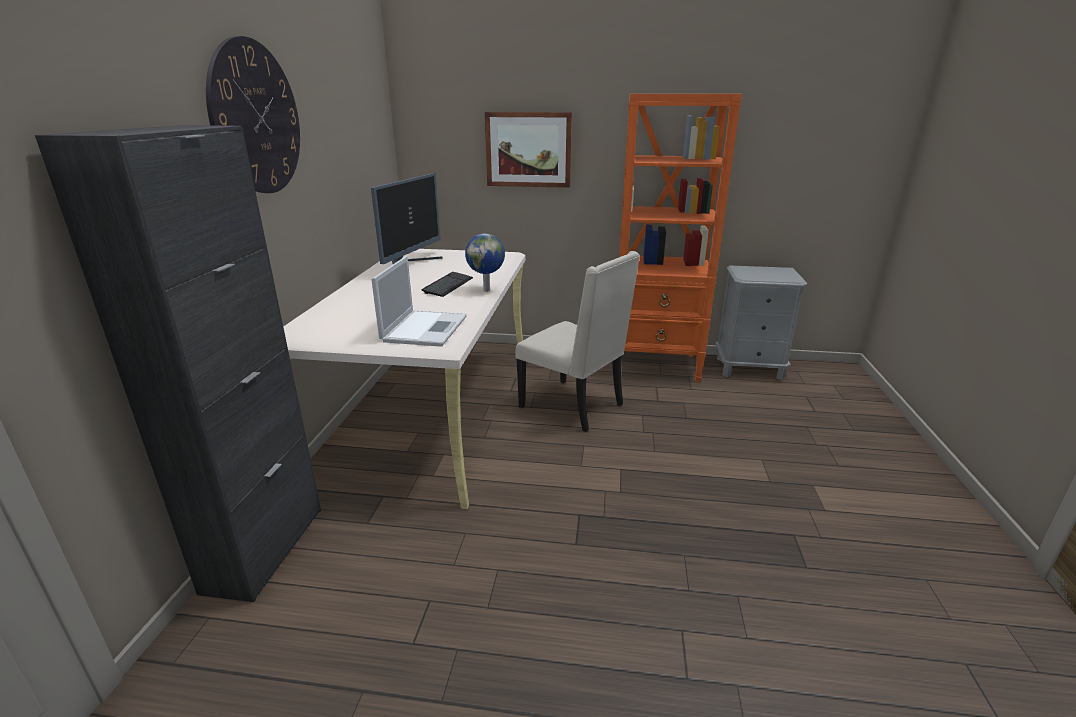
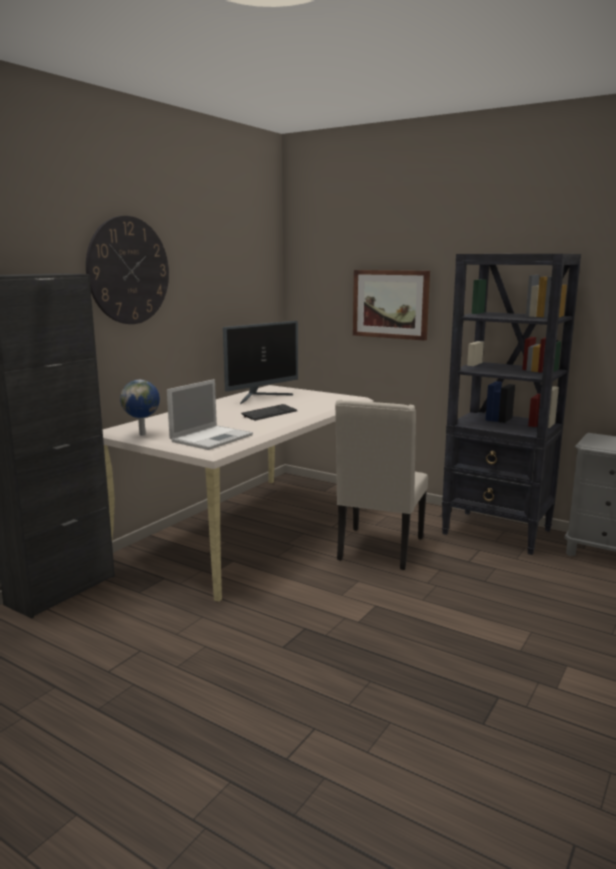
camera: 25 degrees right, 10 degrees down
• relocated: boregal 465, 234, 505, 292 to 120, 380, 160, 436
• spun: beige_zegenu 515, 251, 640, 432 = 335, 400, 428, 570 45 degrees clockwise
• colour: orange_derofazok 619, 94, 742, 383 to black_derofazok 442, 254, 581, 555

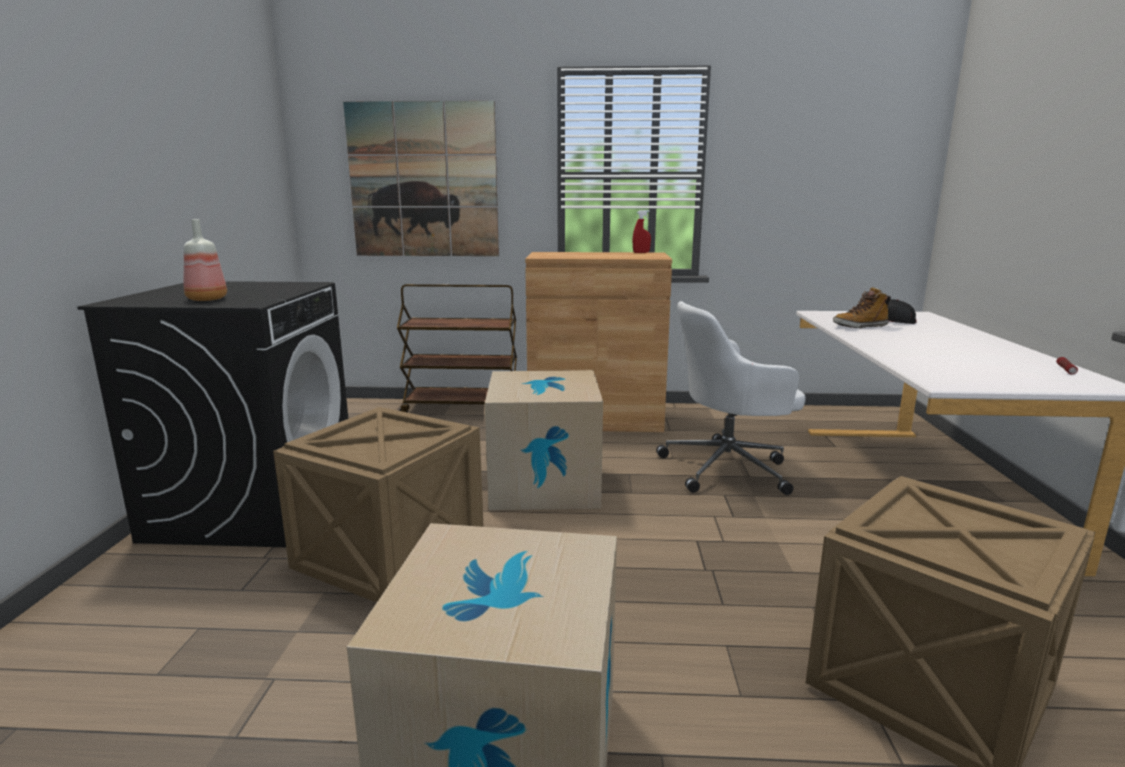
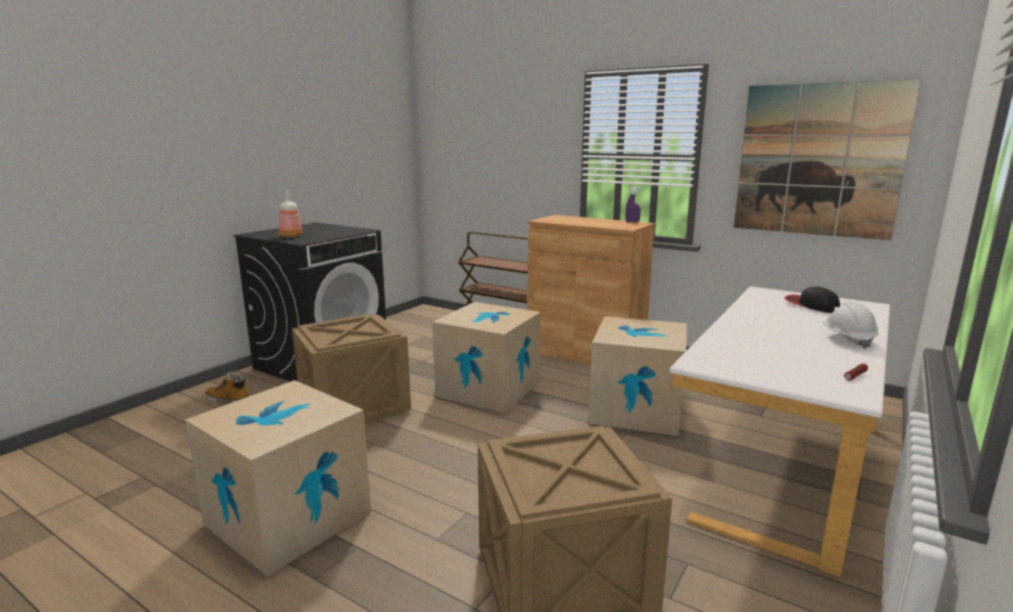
camera: 30 degrees right, 0 degrees up
• relocated: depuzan 343, 101, 499, 256 to 734, 79, 921, 240
• colour: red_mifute 633, 210, 651, 253 to purple_mifute 625, 187, 641, 222
• exchanged: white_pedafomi 656, 301, 806, 495 to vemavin 589, 316, 687, 436
• relocated: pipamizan 833, 287, 891, 328 to 205, 372, 249, 403
• appeared: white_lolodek 822, 302, 878, 349

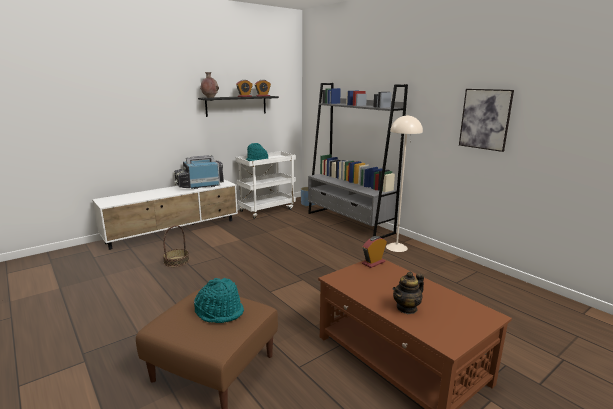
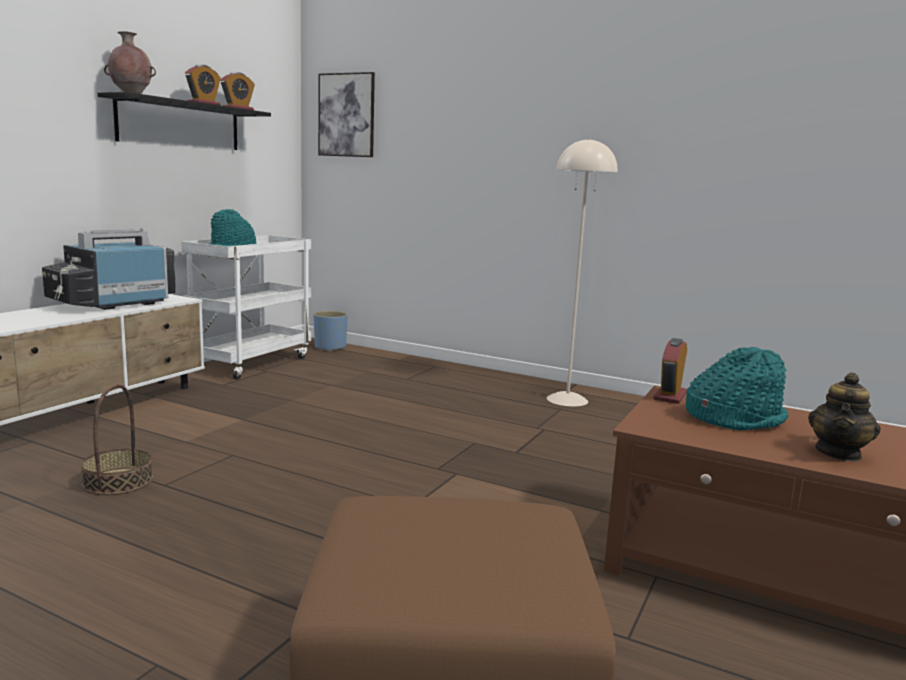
camera: 25 degrees left, 5 degrees down
• relocated: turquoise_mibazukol 194, 278, 244, 323 to 686, 347, 788, 430
• missing: grey_derofazok 308, 83, 408, 238
• relocated: depuzan 459, 89, 514, 152 to 318, 72, 375, 157

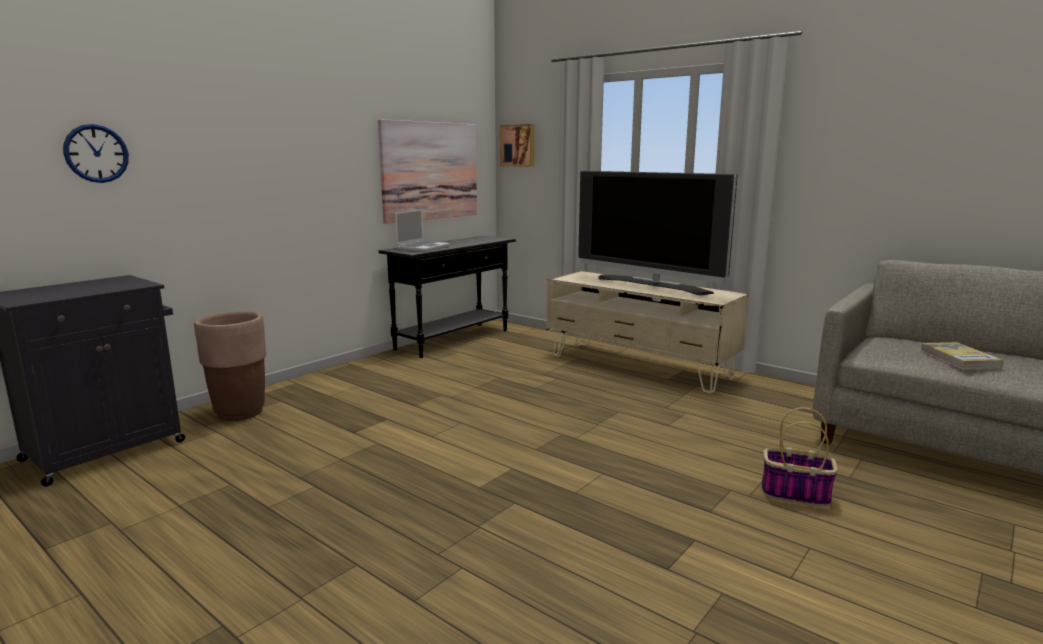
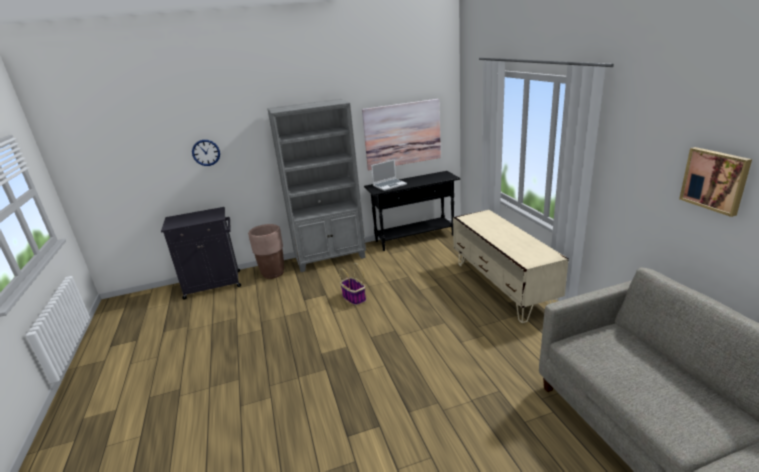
camera: 35 degrees right, 10 degrees up
• relocated: depuzan 500, 124, 534, 167 to 679, 147, 752, 217
• missing: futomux 578, 171, 738, 295
• relocated: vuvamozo 762, 407, 838, 507 to 339, 263, 366, 305
• missing: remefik 920, 342, 1003, 369
• appeared: grey_derofazok 267, 99, 366, 272

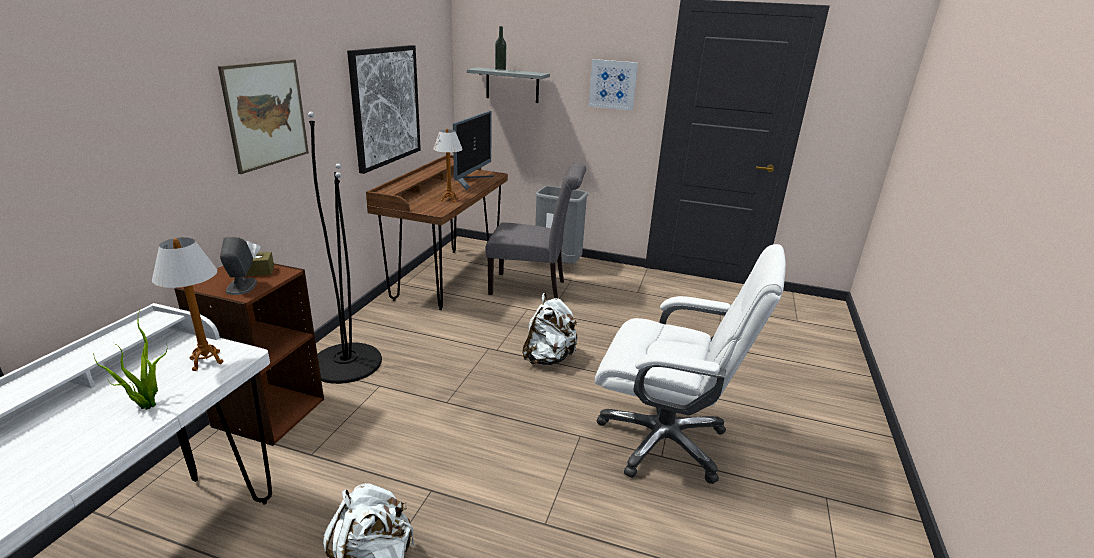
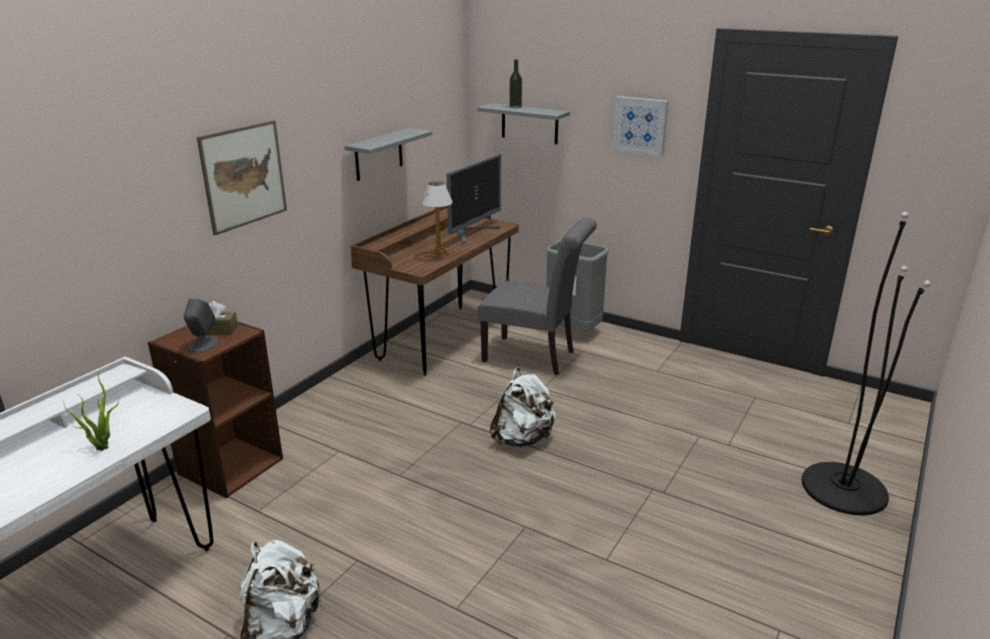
camera: 15 degrees right, 0 degrees up
• missing: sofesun 152, 238, 223, 371
• relocated: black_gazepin 308, 112, 382, 384 to 801, 212, 931, 515
• exchanged: depuzan 347, 45, 421, 174 to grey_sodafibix 344, 128, 432, 181
• missing: white_pedafomi 595, 244, 786, 484

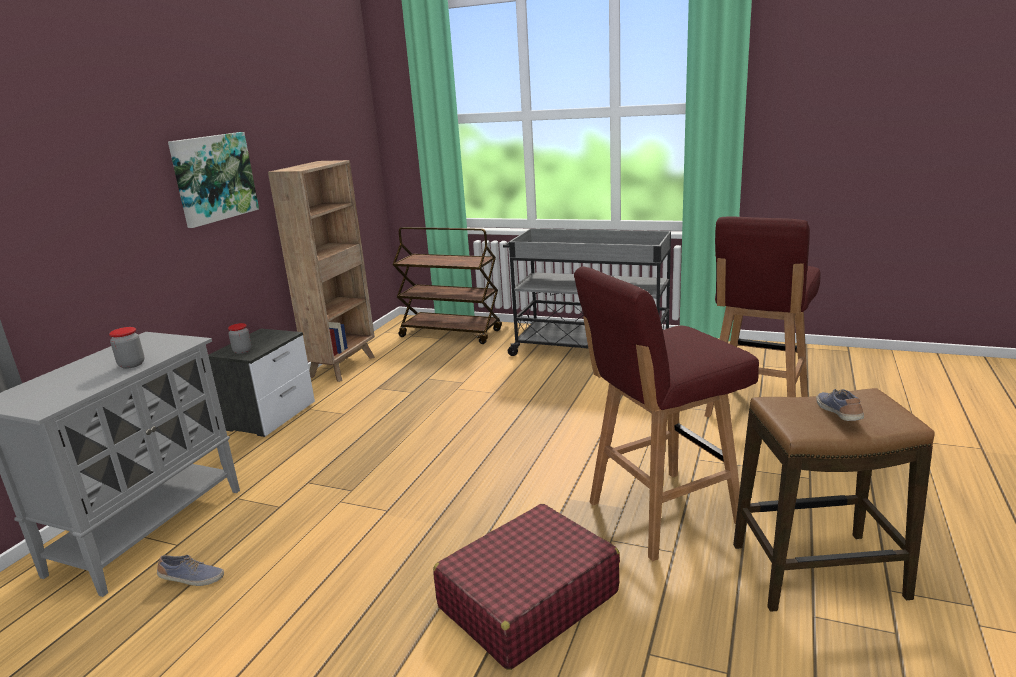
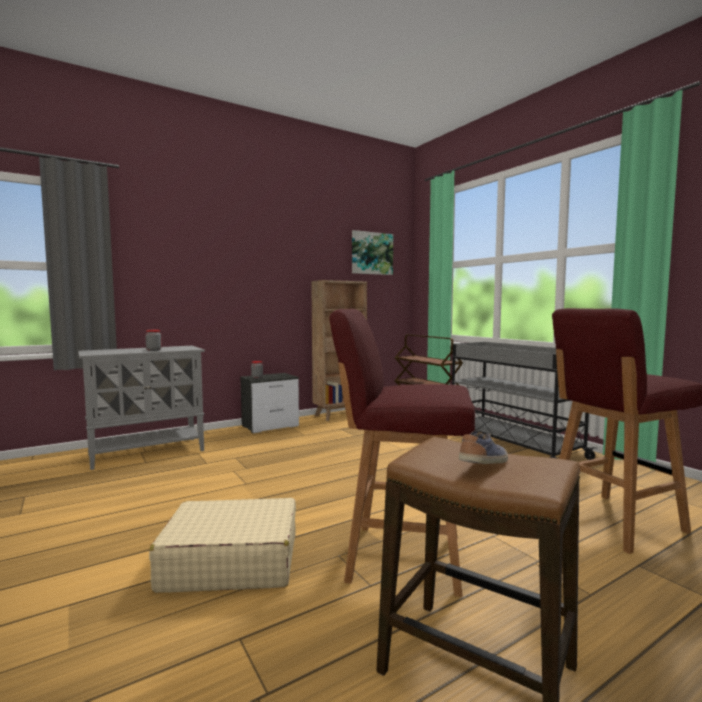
camera: 35 degrees right, 15 degrees down
• missing: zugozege 157, 555, 224, 586
• relocated: depuzan 168, 132, 259, 228 to 352, 230, 393, 275
• colour: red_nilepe 433, 504, 620, 670 to beige_nilepe 149, 498, 296, 593

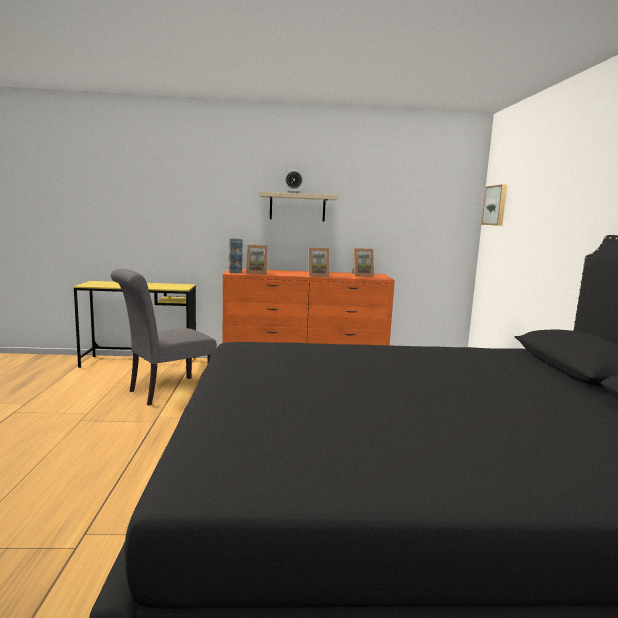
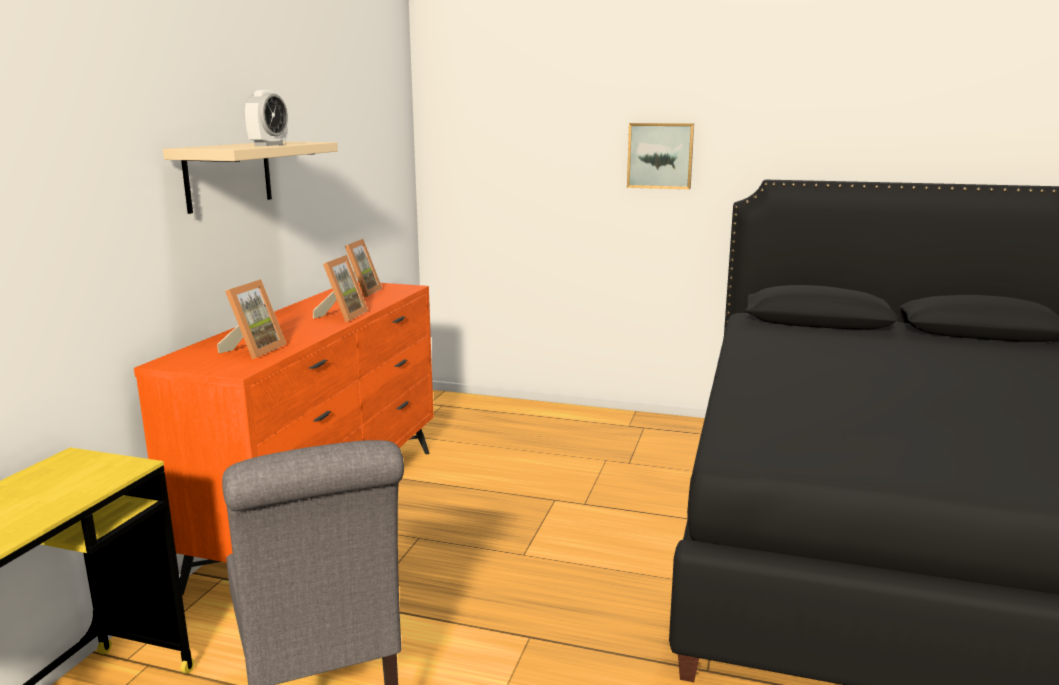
camera: 70 degrees left, 5 degrees up
• missing: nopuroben 229, 238, 242, 273
• relocated: depuzan 481, 184, 507, 226 to 627, 123, 694, 189

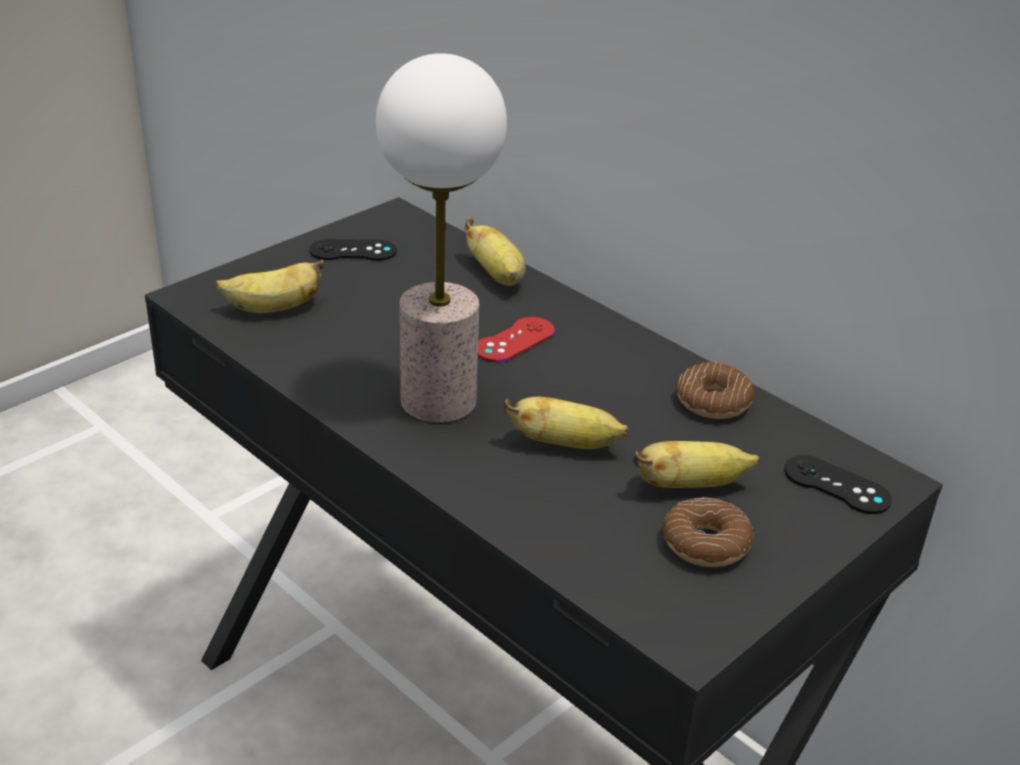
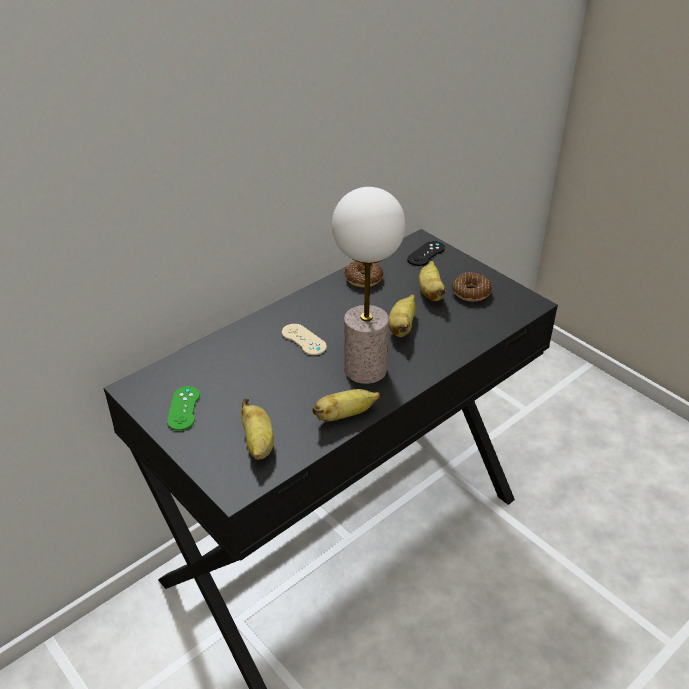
camera: 85 degrees left, 5 degrees up
• colour: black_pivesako 309, 239, 397, 261 to green_pivesako 167, 386, 200, 431
• relocated: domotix 464, 218, 525, 286 to 312, 389, 380, 422
• colour: red_pivesako 478, 317, 555, 362 to beige_pivesako 282, 324, 327, 355

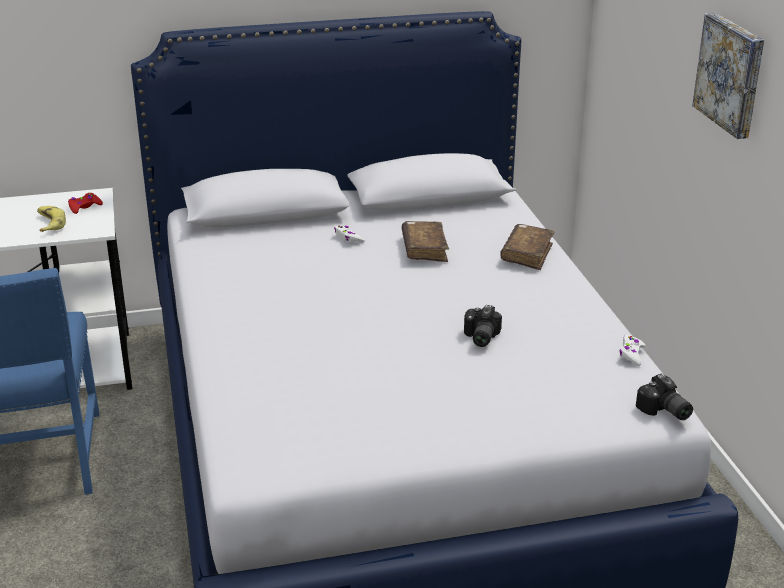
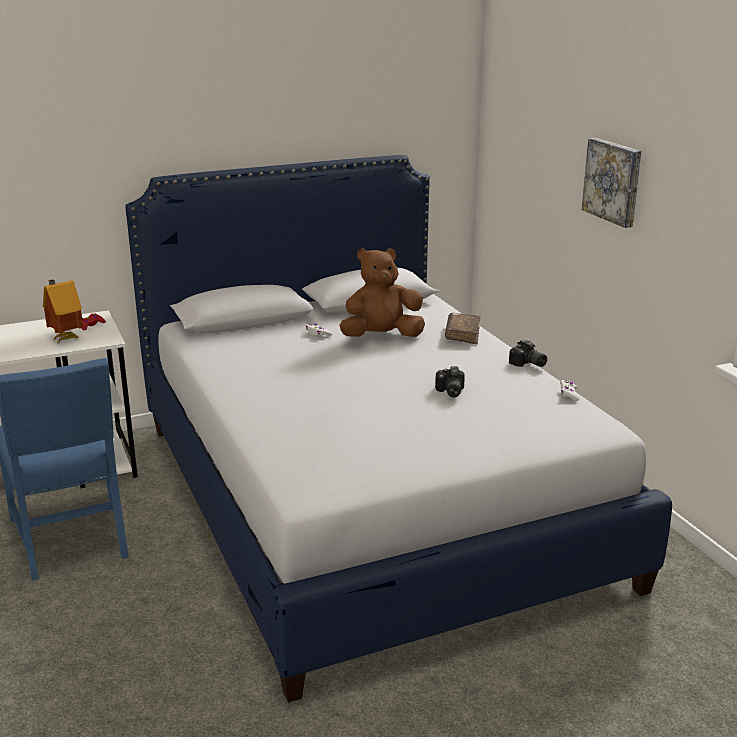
camera: 10 degrees left, 5 degrees down
• exchanged: domotix 37, 206, 66, 232 to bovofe 43, 279, 83, 343
• exchanged: brown_remefik 402, 221, 449, 262 to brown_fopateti 339, 248, 425, 337
• relocated: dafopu 636, 373, 693, 420 to 509, 340, 547, 367

